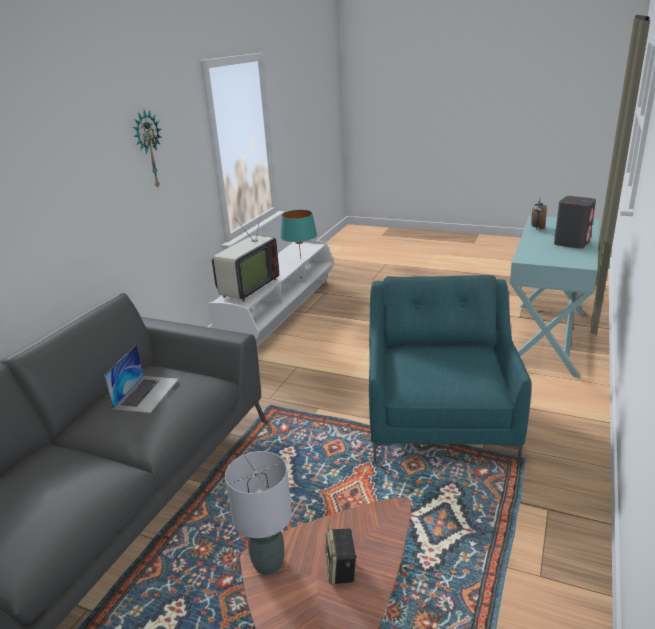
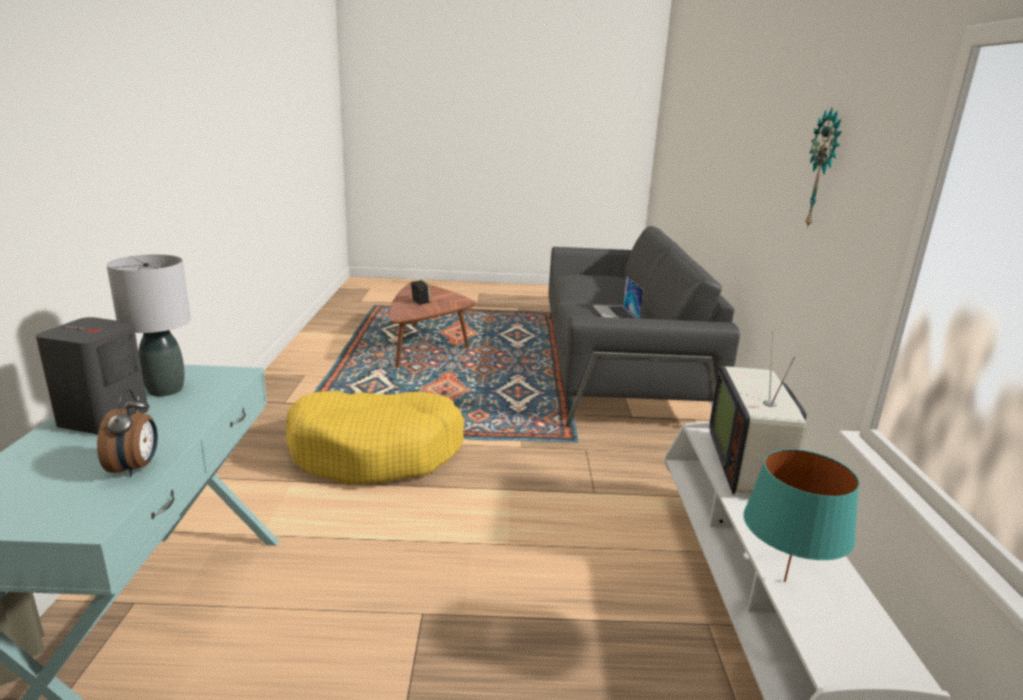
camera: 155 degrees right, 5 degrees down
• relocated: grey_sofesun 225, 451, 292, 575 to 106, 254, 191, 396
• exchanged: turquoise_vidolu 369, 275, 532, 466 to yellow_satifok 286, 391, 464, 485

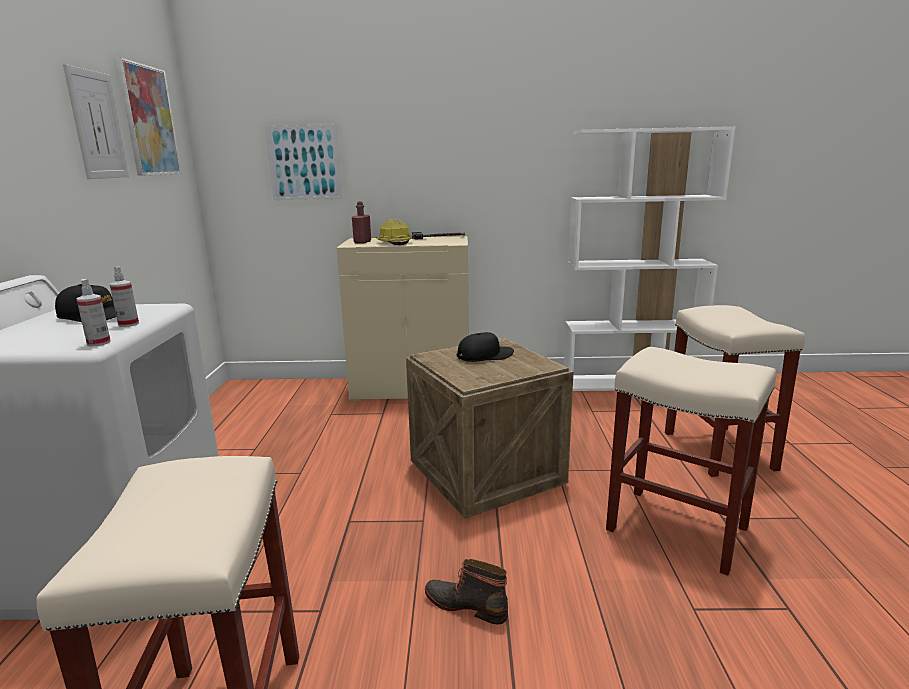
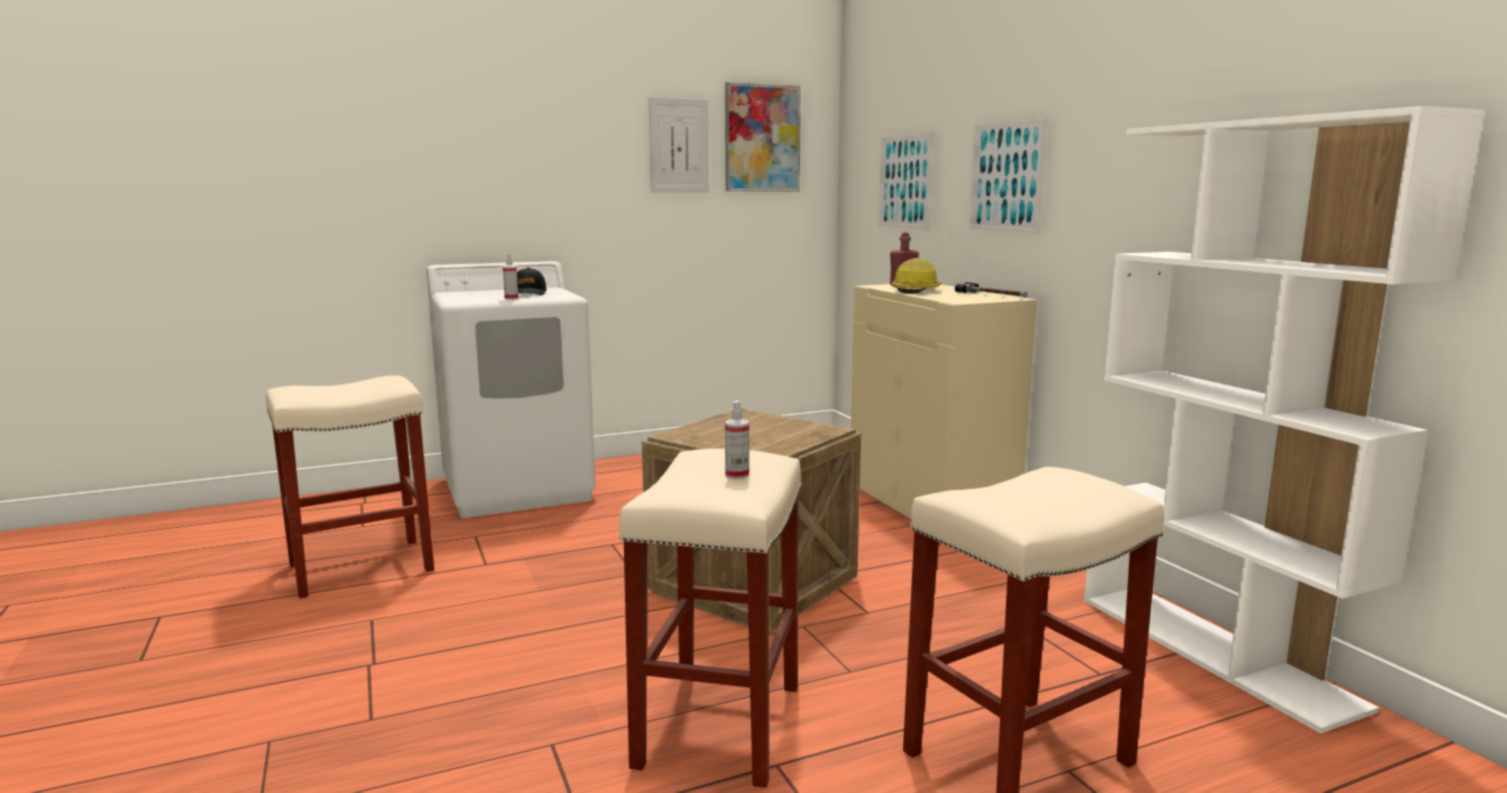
camera: 65 degrees right, 5 degrees down
• relocated: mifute 77, 279, 111, 346 to 725, 401, 749, 479
• missing: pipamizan 425, 559, 508, 624
• missing: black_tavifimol 457, 332, 514, 362
• appeared: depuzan 969, 118, 1047, 233

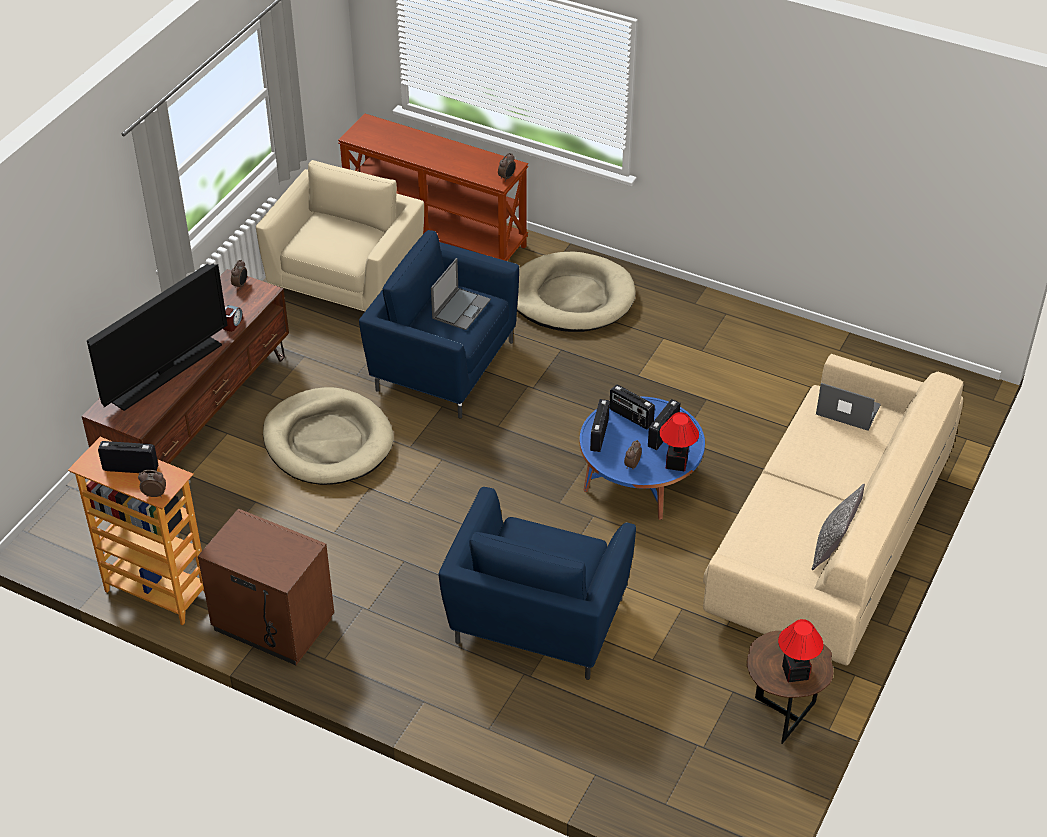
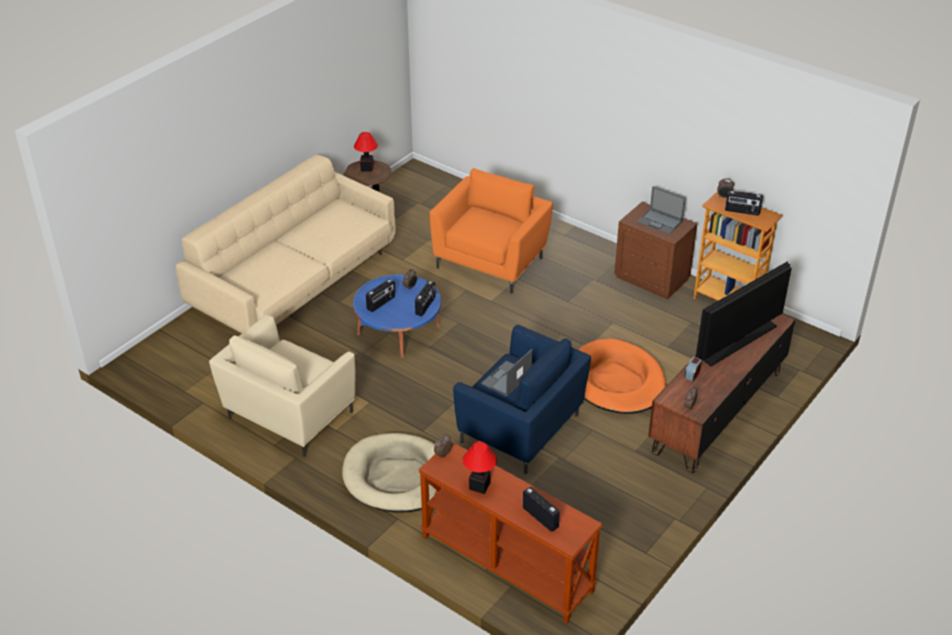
camera: 170 degrees left, 5 degrees down
• relocated: beige_vidolu 256, 160, 424, 311 to 209, 315, 355, 457
• colour: beige_satifok 263, 387, 394, 485 to orange_satifok 578, 339, 666, 414
• colour: blue_vidolu 439, 487, 636, 680 to orange_vidolu 430, 168, 553, 294
• relocated: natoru 609, 385, 655, 429 to 523, 487, 560, 532
• relocated: sofesun 659, 412, 699, 471 to 463, 442, 497, 494
• missing: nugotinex 811, 484, 865, 570
• relocated: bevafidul 816, 383, 881, 431 to 637, 186, 686, 235

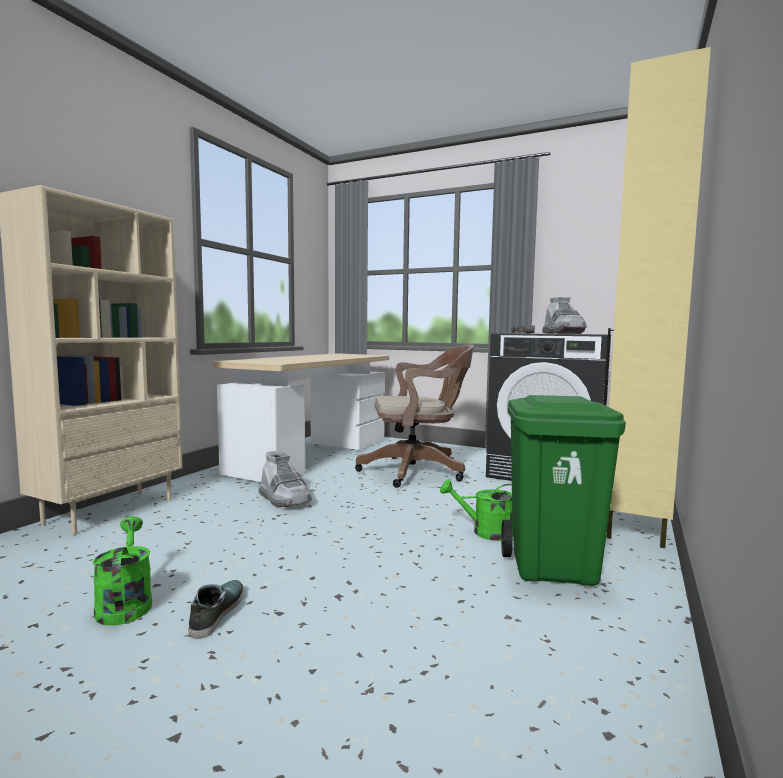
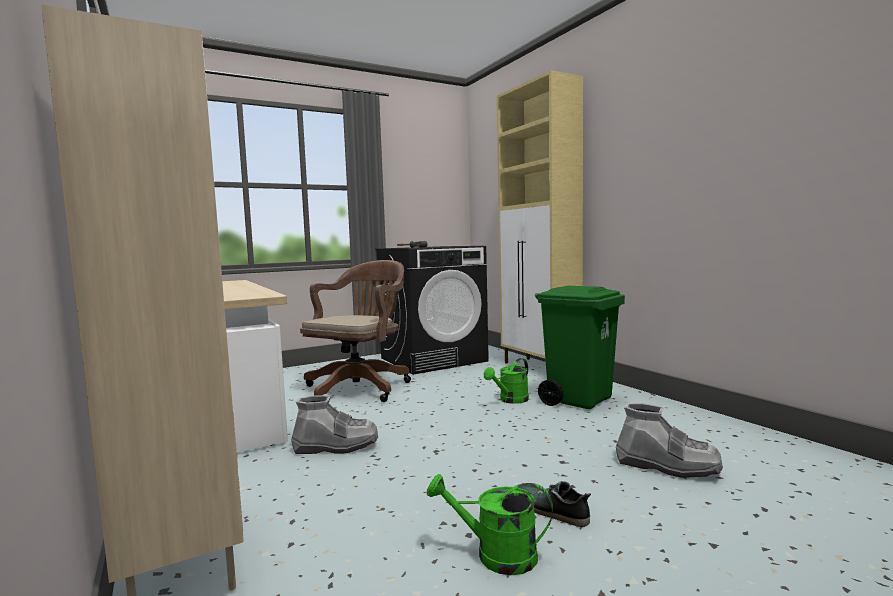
camera: 55 degrees left, 0 degrees up
• relocated: grey_pipamizan 542, 297, 587, 334 to 616, 403, 723, 478

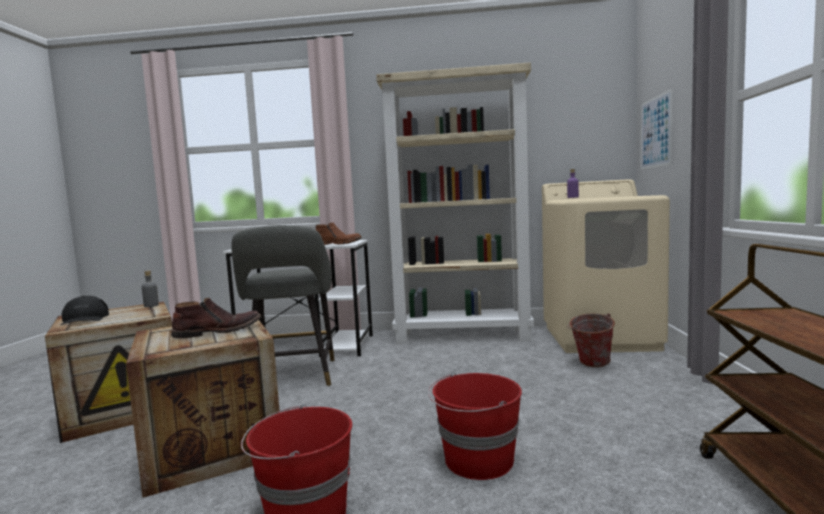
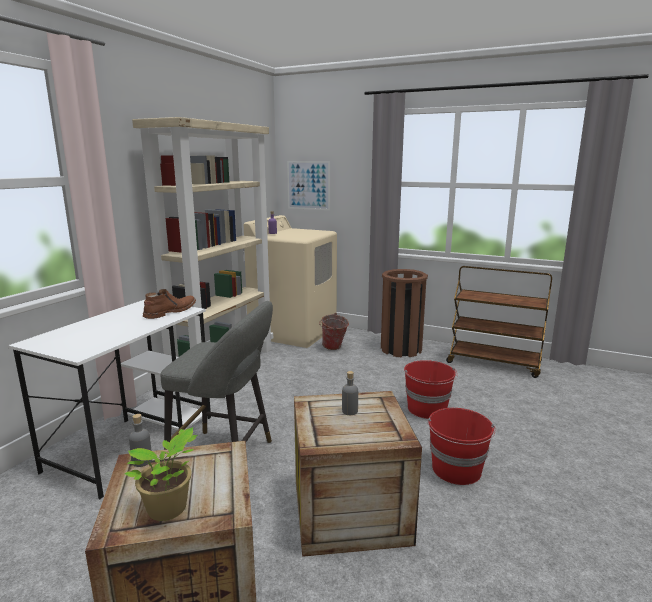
camera: 70 degrees left, 10 degrees up
• exchanged: black_tavifimol 61, 296, 109, 325 to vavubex 124, 427, 197, 521
• exchanged: brown_pipamizan 171, 298, 261, 338 to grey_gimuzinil 342, 371, 358, 415
• appeared: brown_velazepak 381, 269, 428, 358

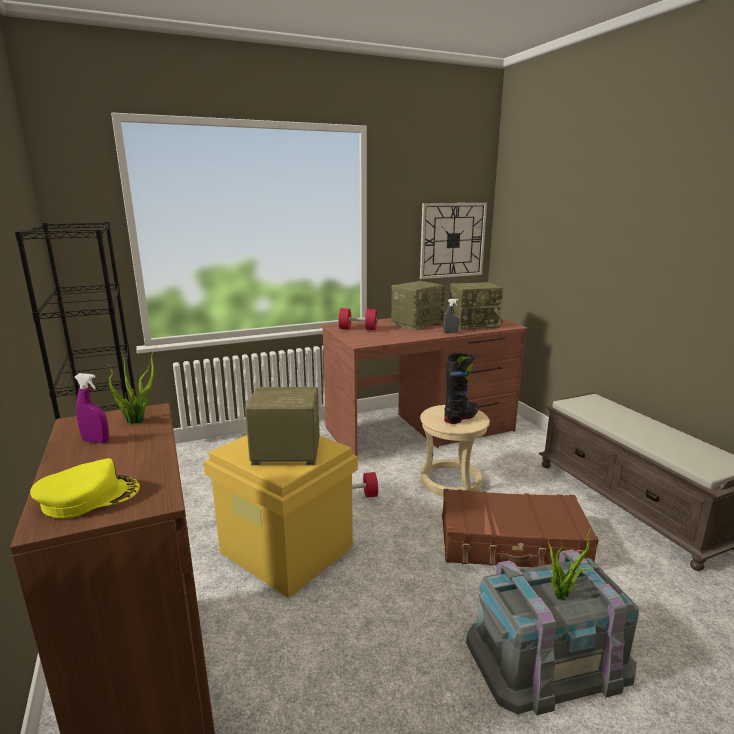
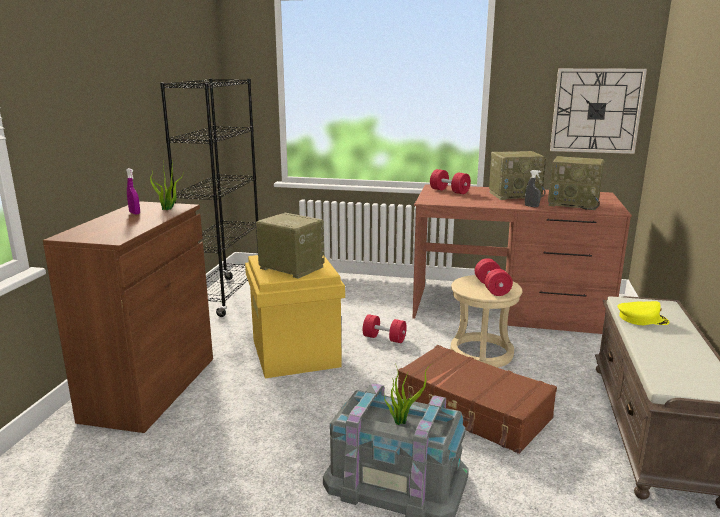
camera: 35 degrees right, 0 degrees up
• relocated: yellow_tavifimol 30, 458, 140, 518 to 618, 301, 670, 325
• exchanged: black_pipamizan 444, 353, 479, 424 to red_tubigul 475, 258, 513, 296

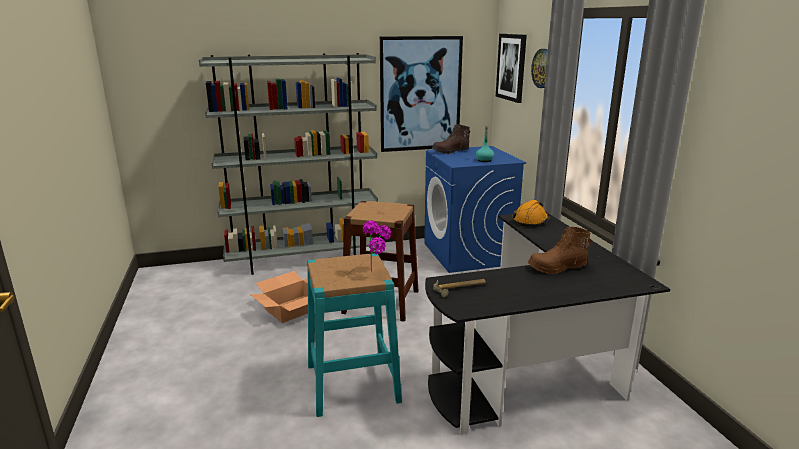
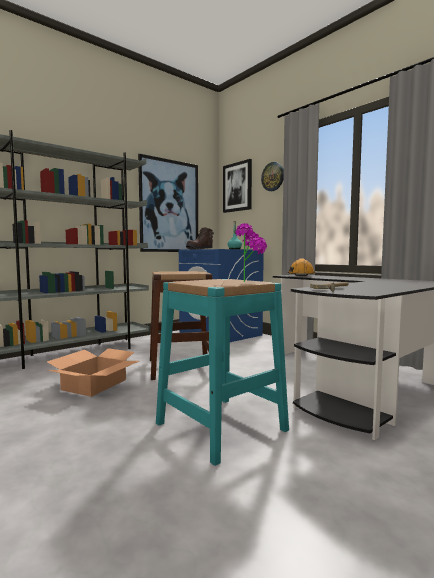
camera: 25 degrees left, 15 degrees down
• missing: brown_pipamizan 528, 227, 591, 274

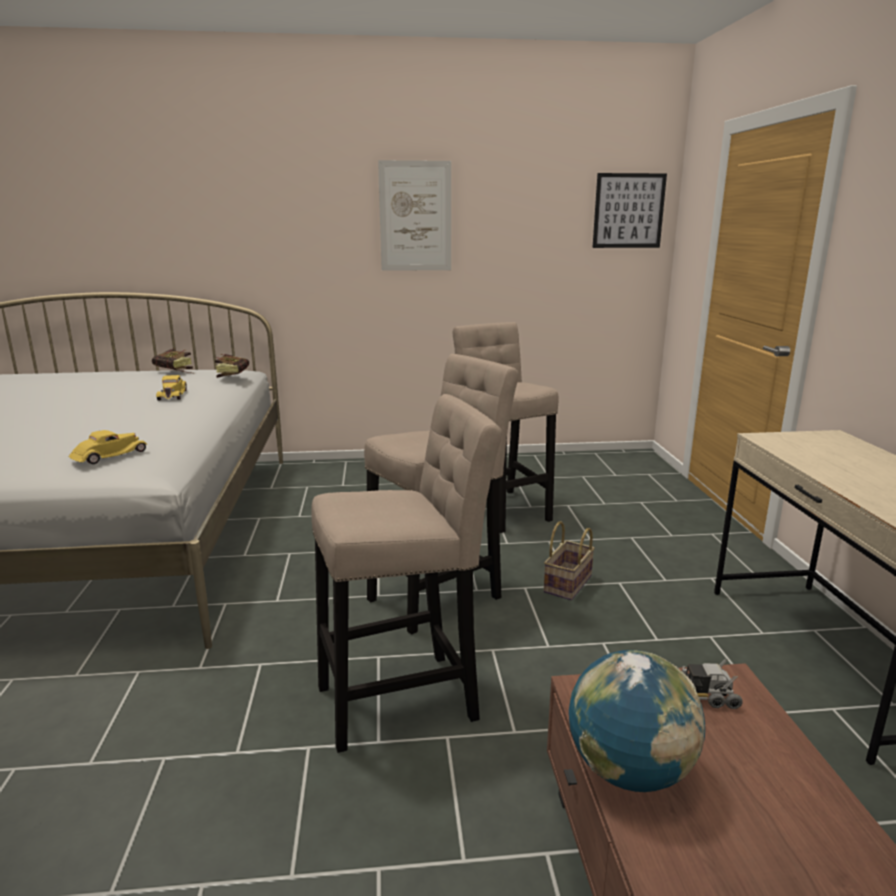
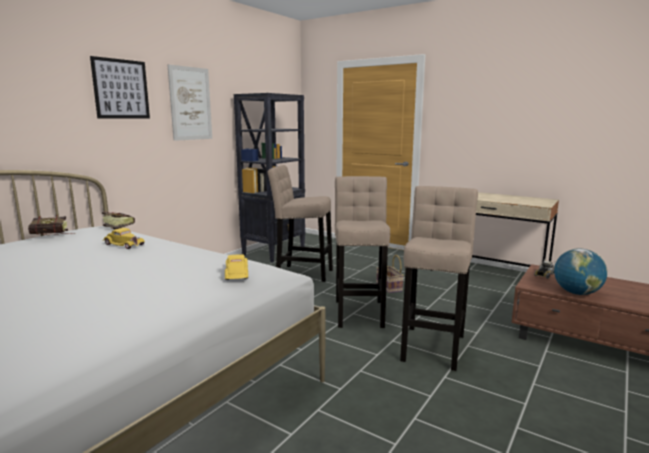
camera: 50 degrees left, 5 degrees down
• relocated: depuzan 592, 173, 667, 248 to 90, 56, 150, 119
• appeared: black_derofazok 234, 93, 306, 263

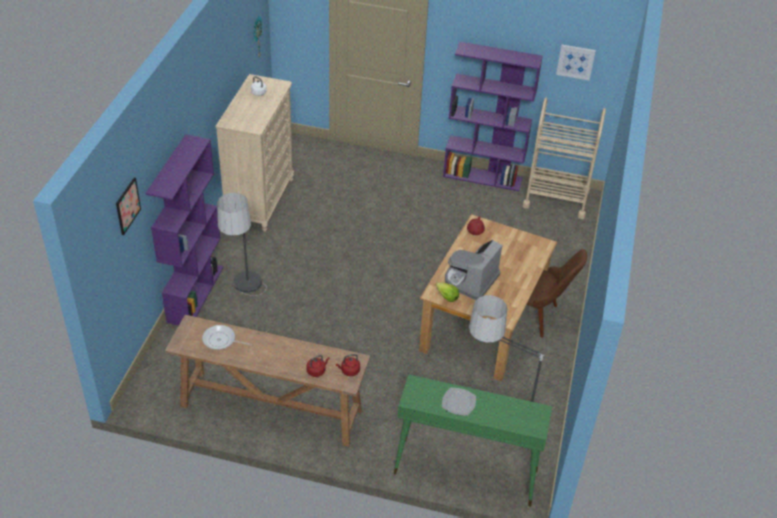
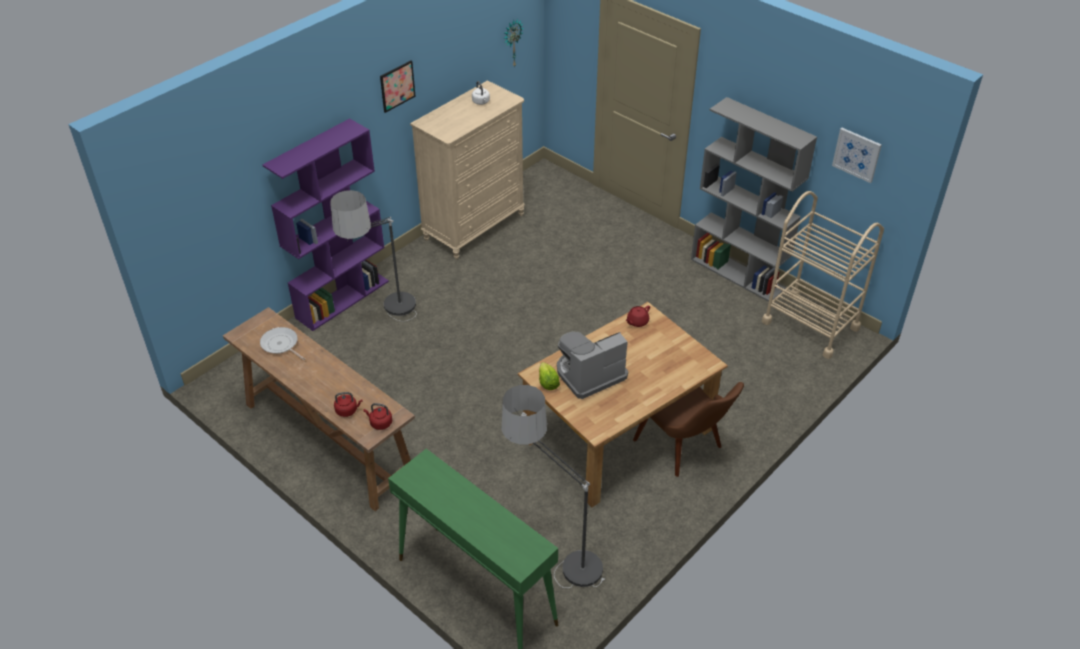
camera: 30 degrees right, 0 degrees up
• relocated: depuzan 116, 178, 141, 235 to 380, 60, 416, 113
• missing: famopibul 442, 388, 476, 416
• colour: purple_derofazok 443, 42, 543, 191 to grey_derofazok 691, 97, 817, 302

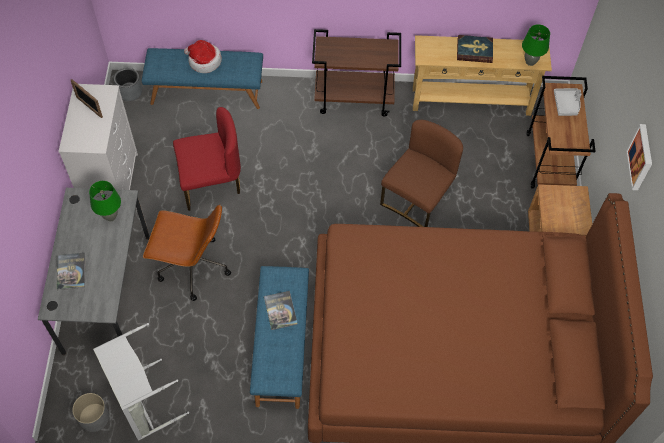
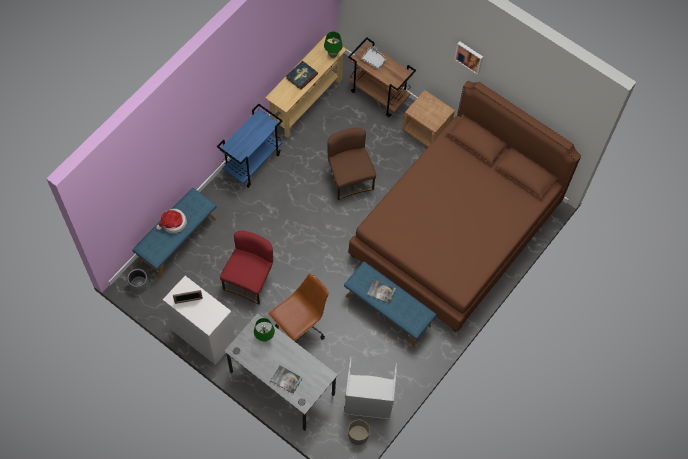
camera: 55 degrees left, 5 degrees up
• colour: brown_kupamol 312, 29, 401, 117 to blue_kupamol 217, 104, 283, 188

